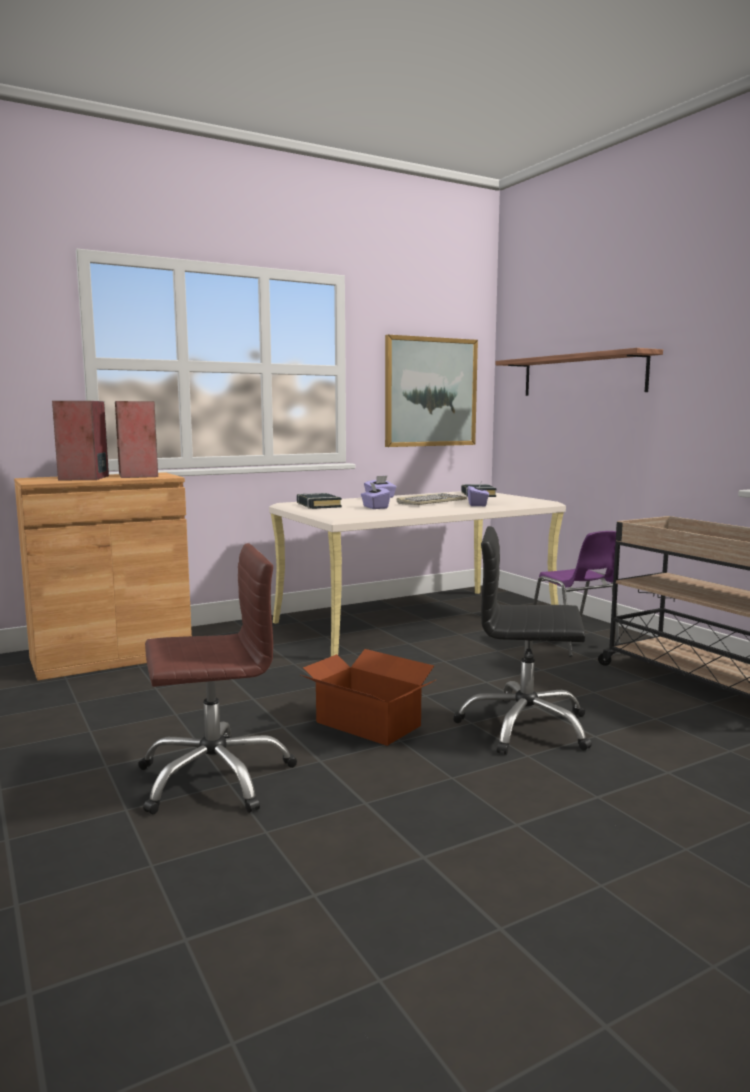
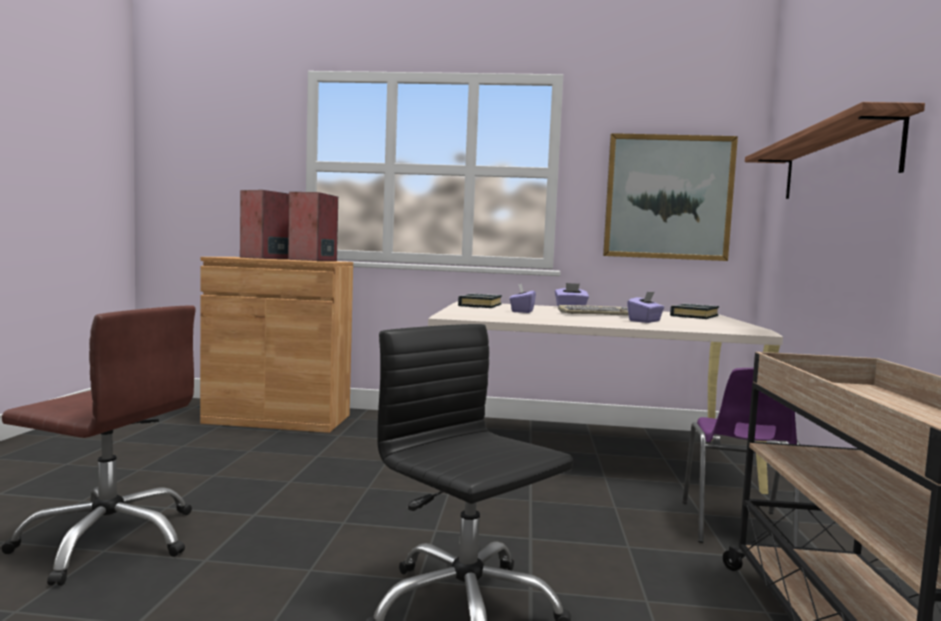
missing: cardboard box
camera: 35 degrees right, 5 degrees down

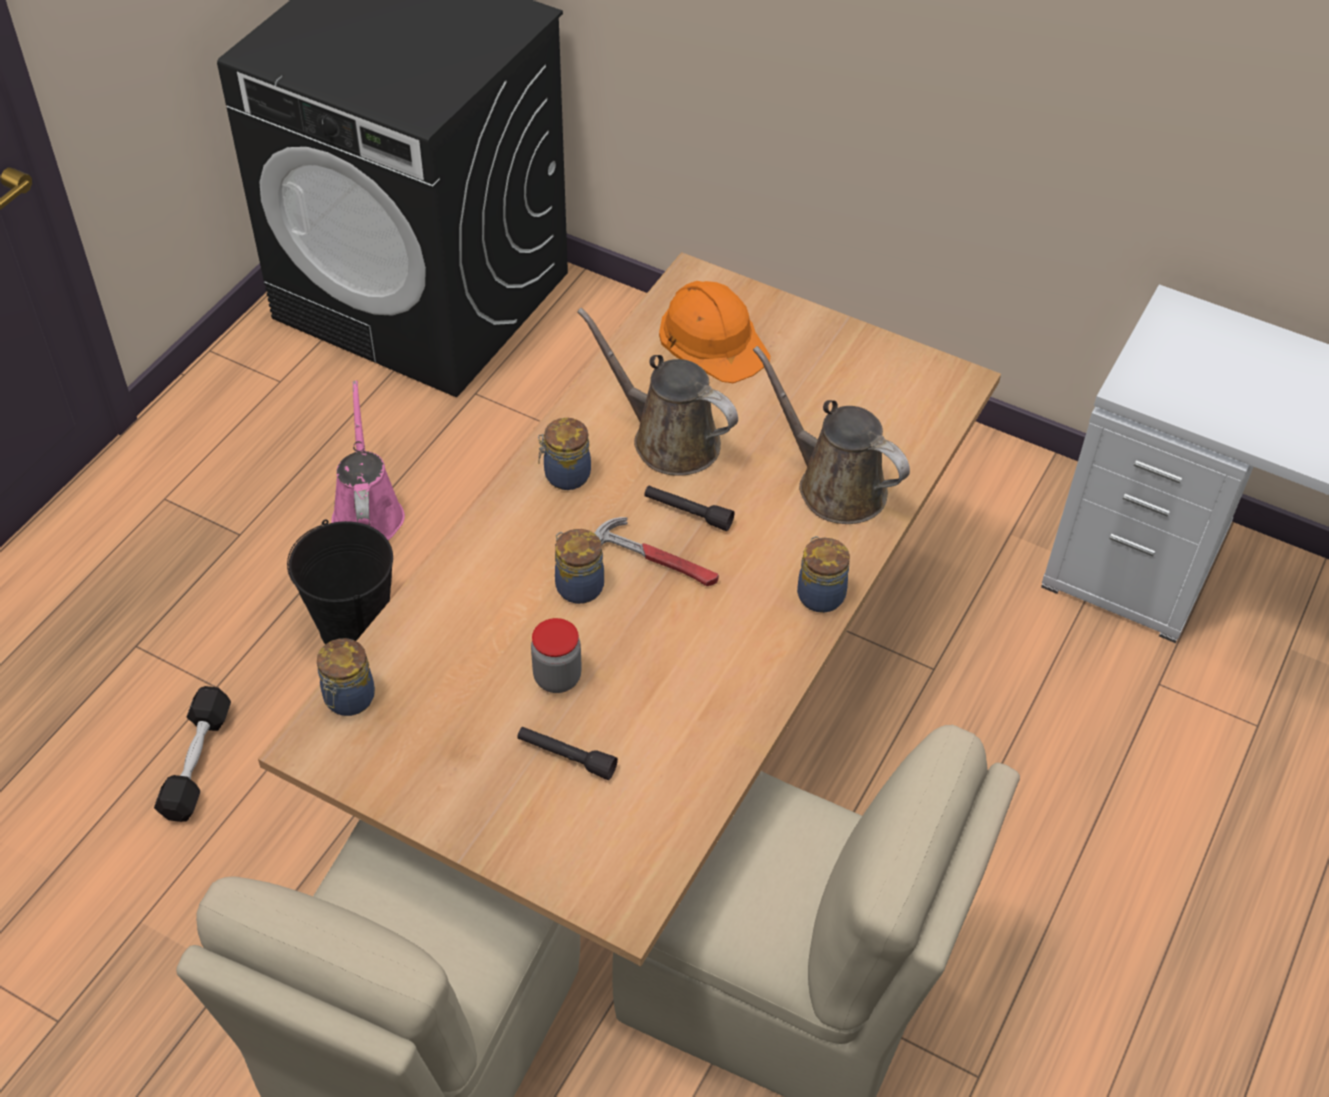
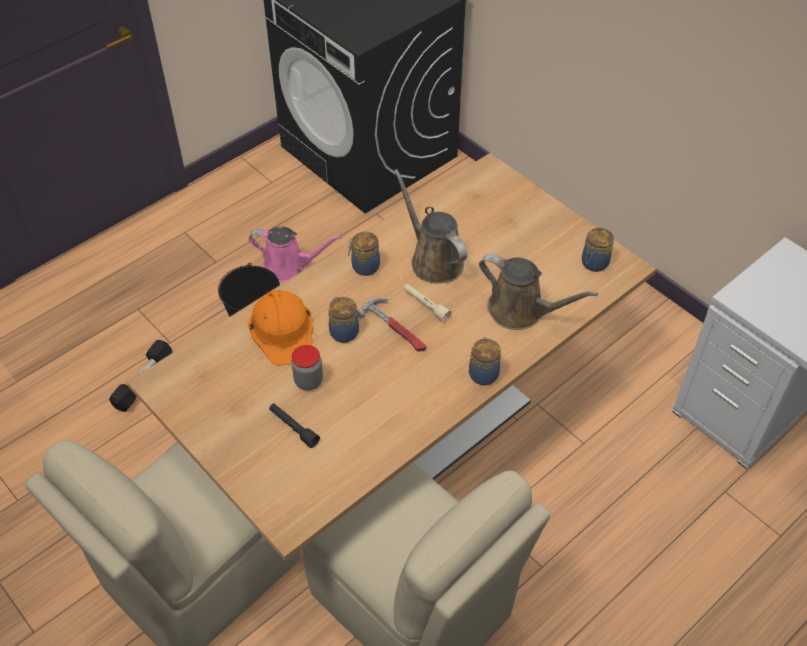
relocated: jar (no. 1 from left in the first image) to jar (no. 5 from left); hard hat (orange)
colour: flashlight (black) (no. 2 from left) to flashlight (beige)
spun: watering can (pink) 90 degrees clockwise; watering can (brown) (no. 2 from left) 150 degrees clockwise
camera: 20 degrees right, 0 degrees up

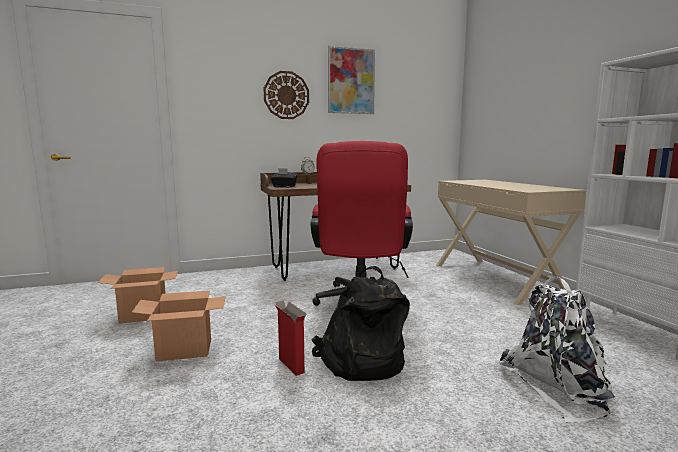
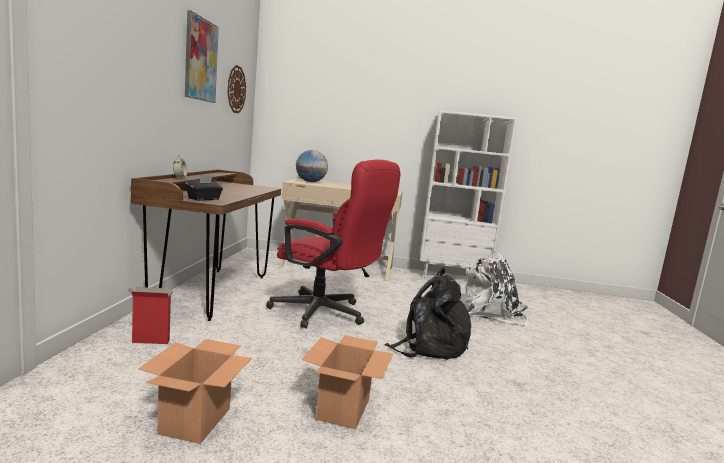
appeared: globe
relocated: wall clock; cardboard box (no. 3 from left in the first image) to cardboard box (no. 1 from left)
camera: 65 degrees left, 0 degrees up

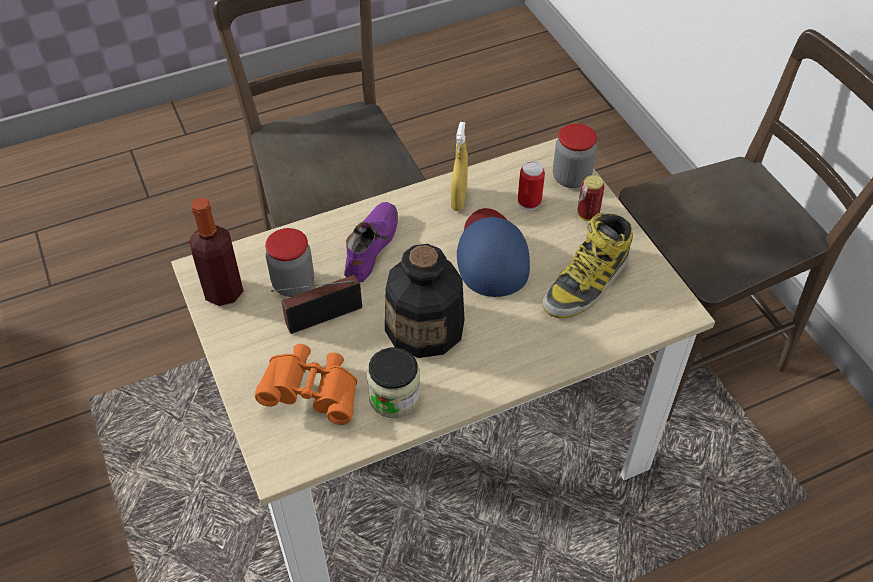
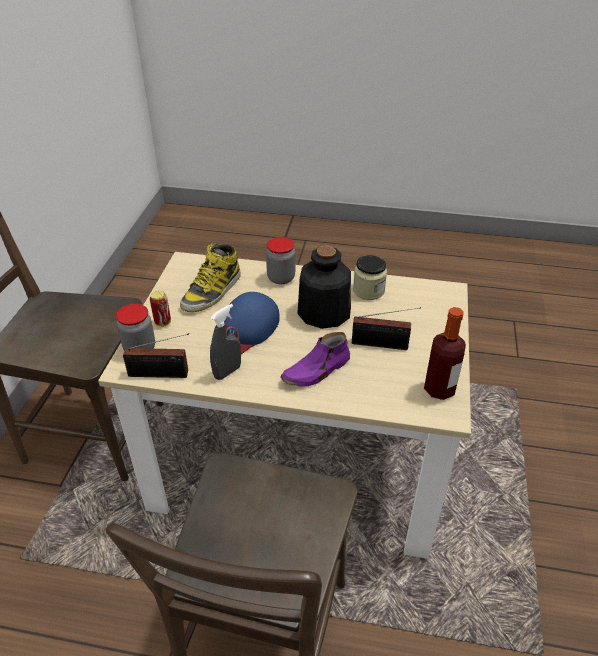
missing: binoculars (orange); can (no. 1 from left)
appeared: radio (no. 1 from left)
relocated: jar (no. 1 from left in the first image) to jar (no. 2 from left)
colour: spray bottle (yellow) to spray bottle (grey)
spun: boot 135 degrees clockwise
camera: 145 degrees left, 10 degrees down

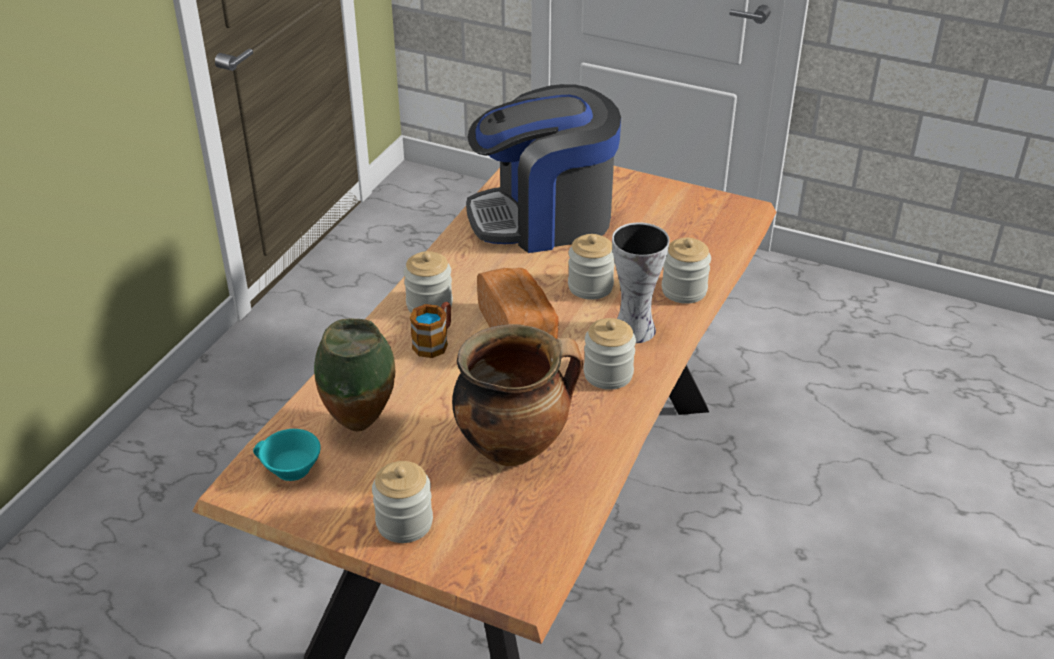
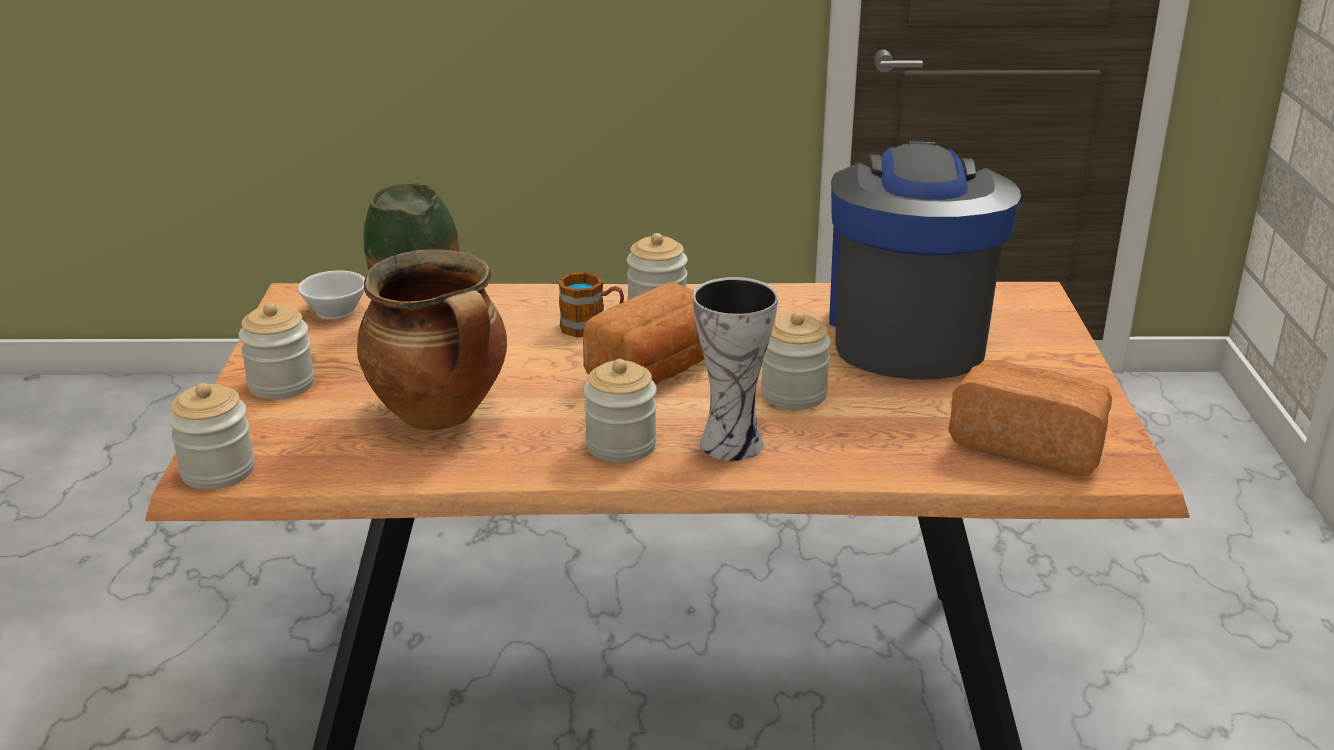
appeared: bread (no. 2 from left)
relocated: jar (no. 5 from left in the first image) to jar (no. 1 from left)
colour: cup (turquoise) to cup (white)
spun: coffee machine 45 degrees clockwise
camera: 65 degrees right, 10 degrees down

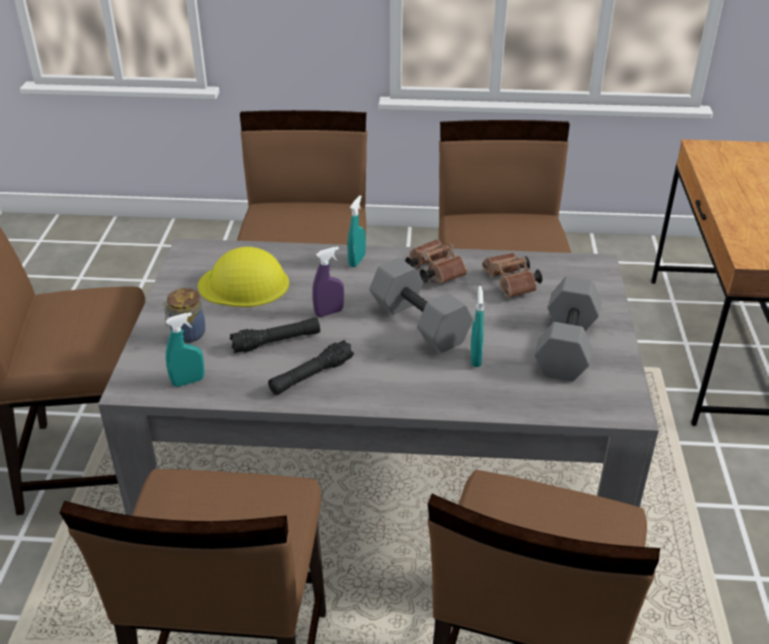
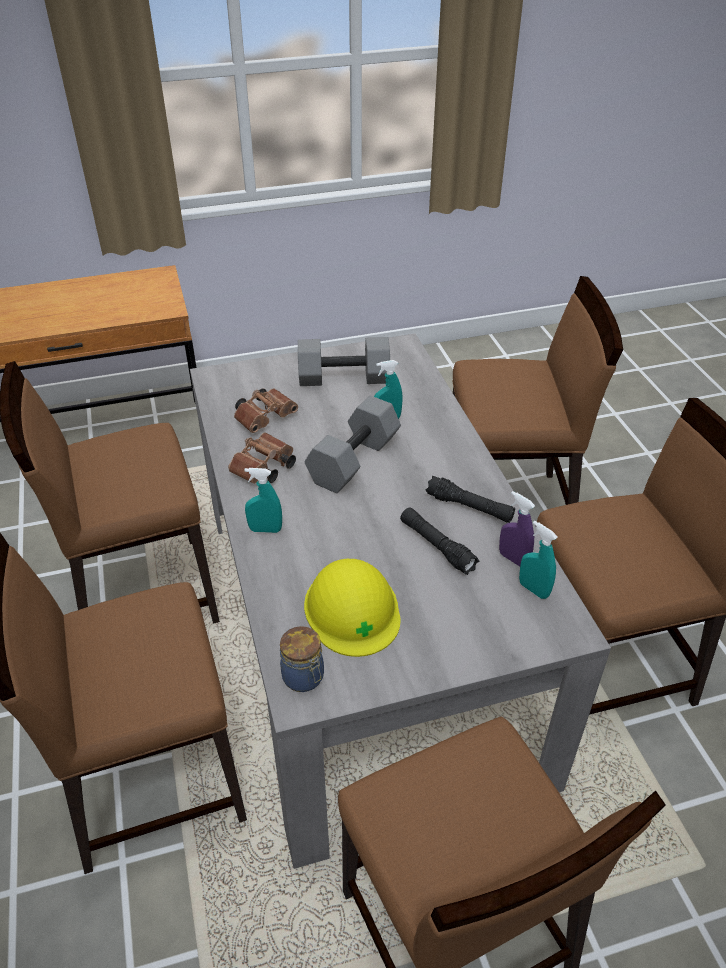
relocated: jar; spray bottle (purple)
camera: 110 degrees left, 5 degrees up

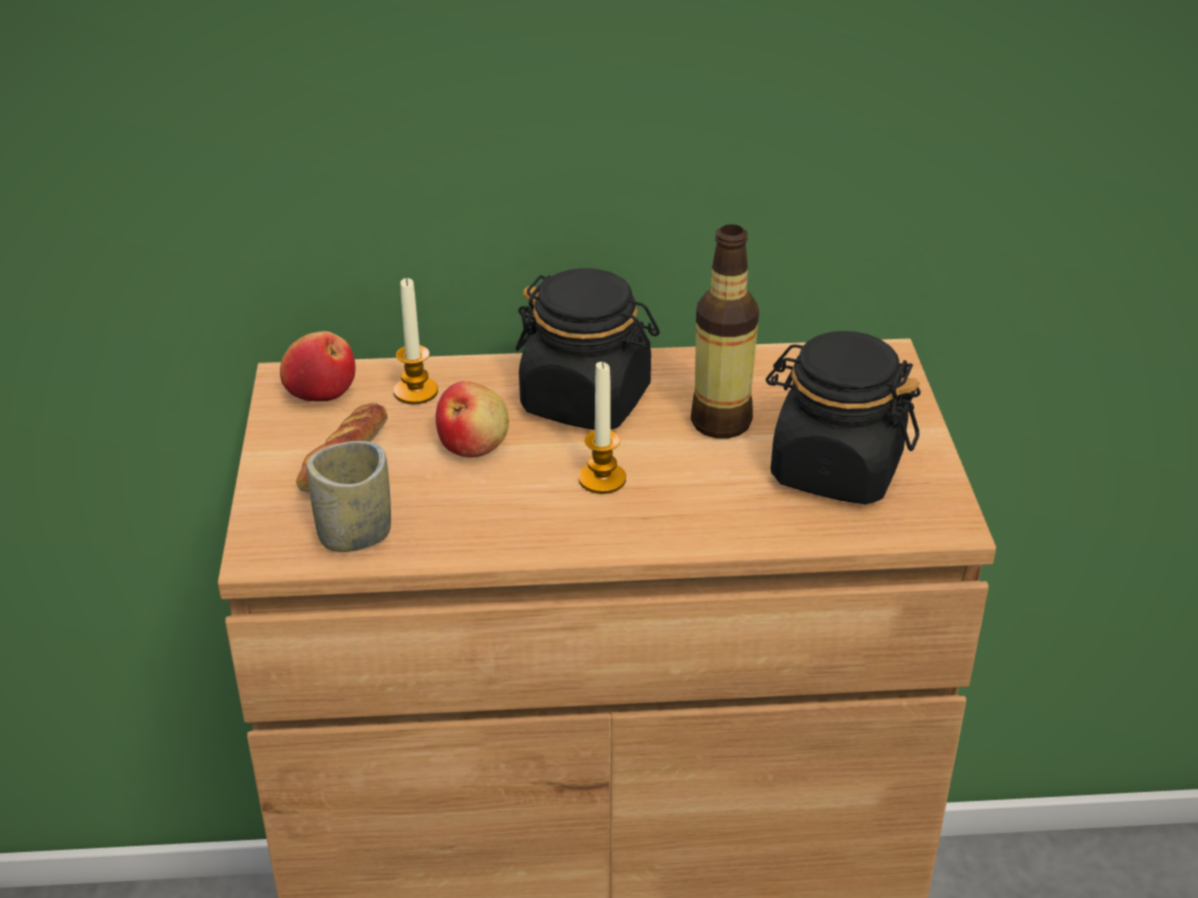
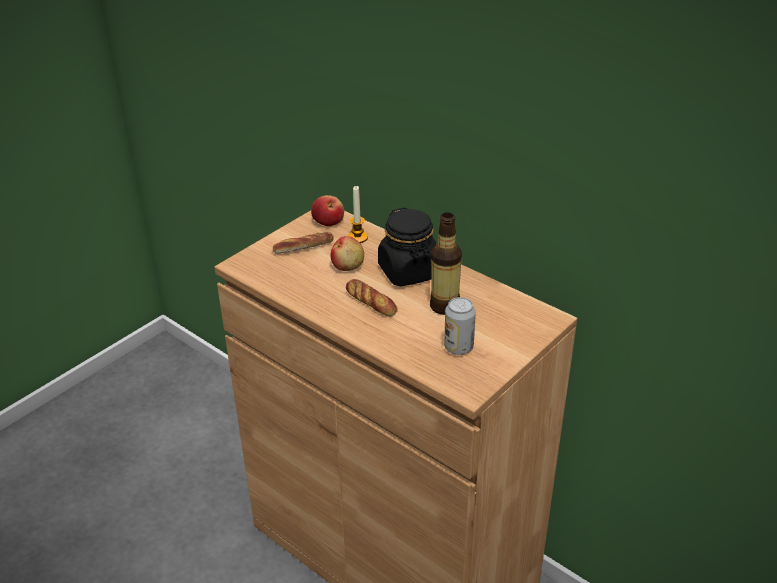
missing: cup
exchanged: candle (no. 2 from left) to bread (no. 2 from left); jar (black) (no. 2 from left) to can
camera: 45 degrees right, 0 degrees up

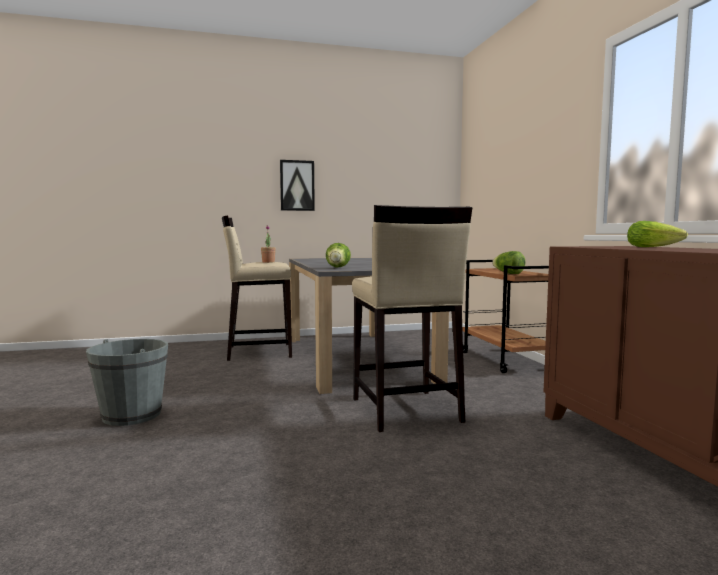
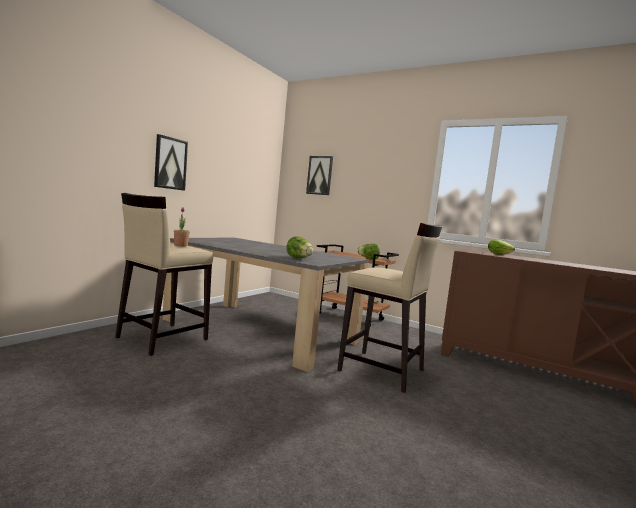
missing: bucket (grey)
appeared: picture (no. 2 from left)
camera: 45 degrees left, 0 degrees up

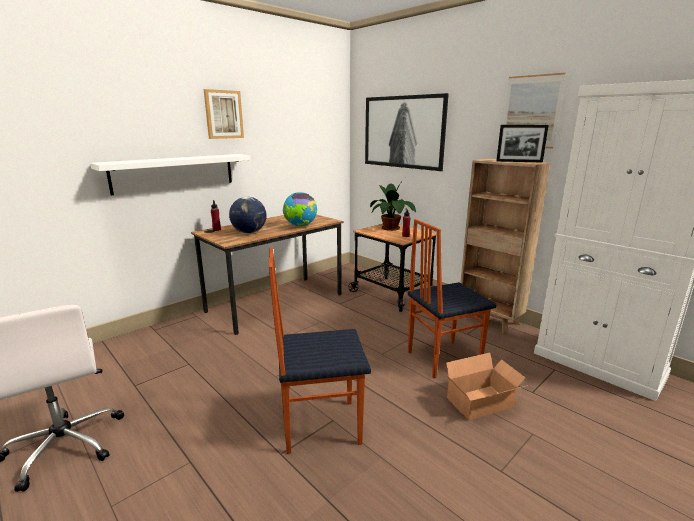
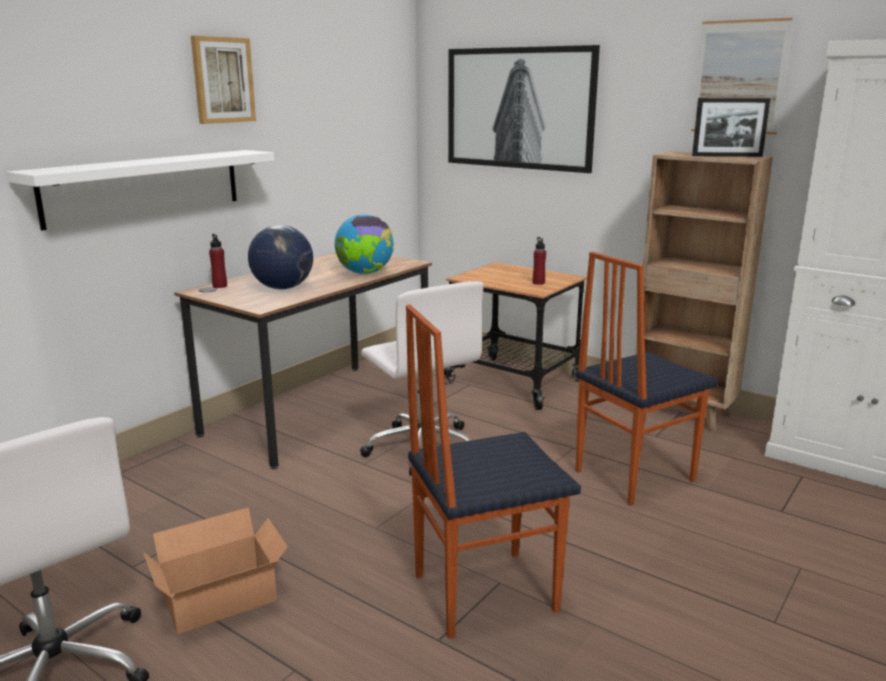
missing: potted plant
appeared: office chair (white) (no. 2 from left)
relocated: cardboard box
camera: 10 degrees left, 0 degrees up

